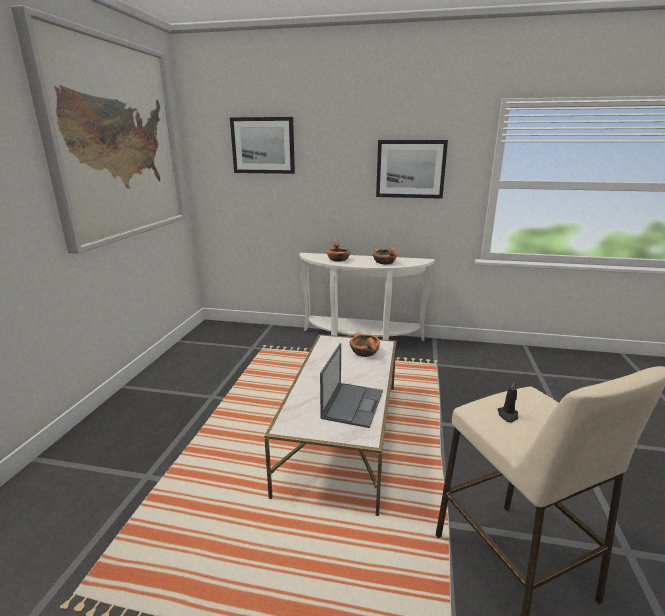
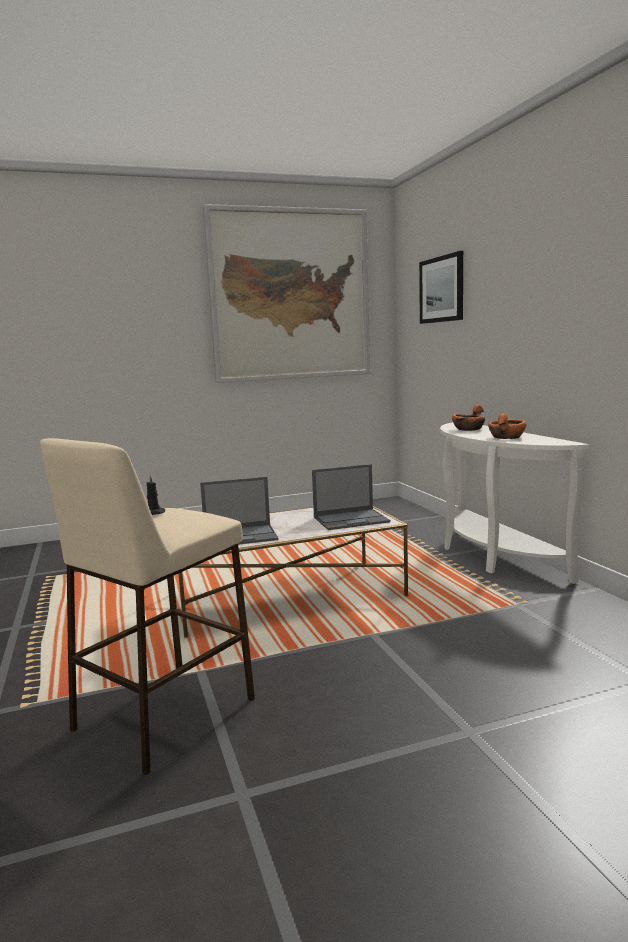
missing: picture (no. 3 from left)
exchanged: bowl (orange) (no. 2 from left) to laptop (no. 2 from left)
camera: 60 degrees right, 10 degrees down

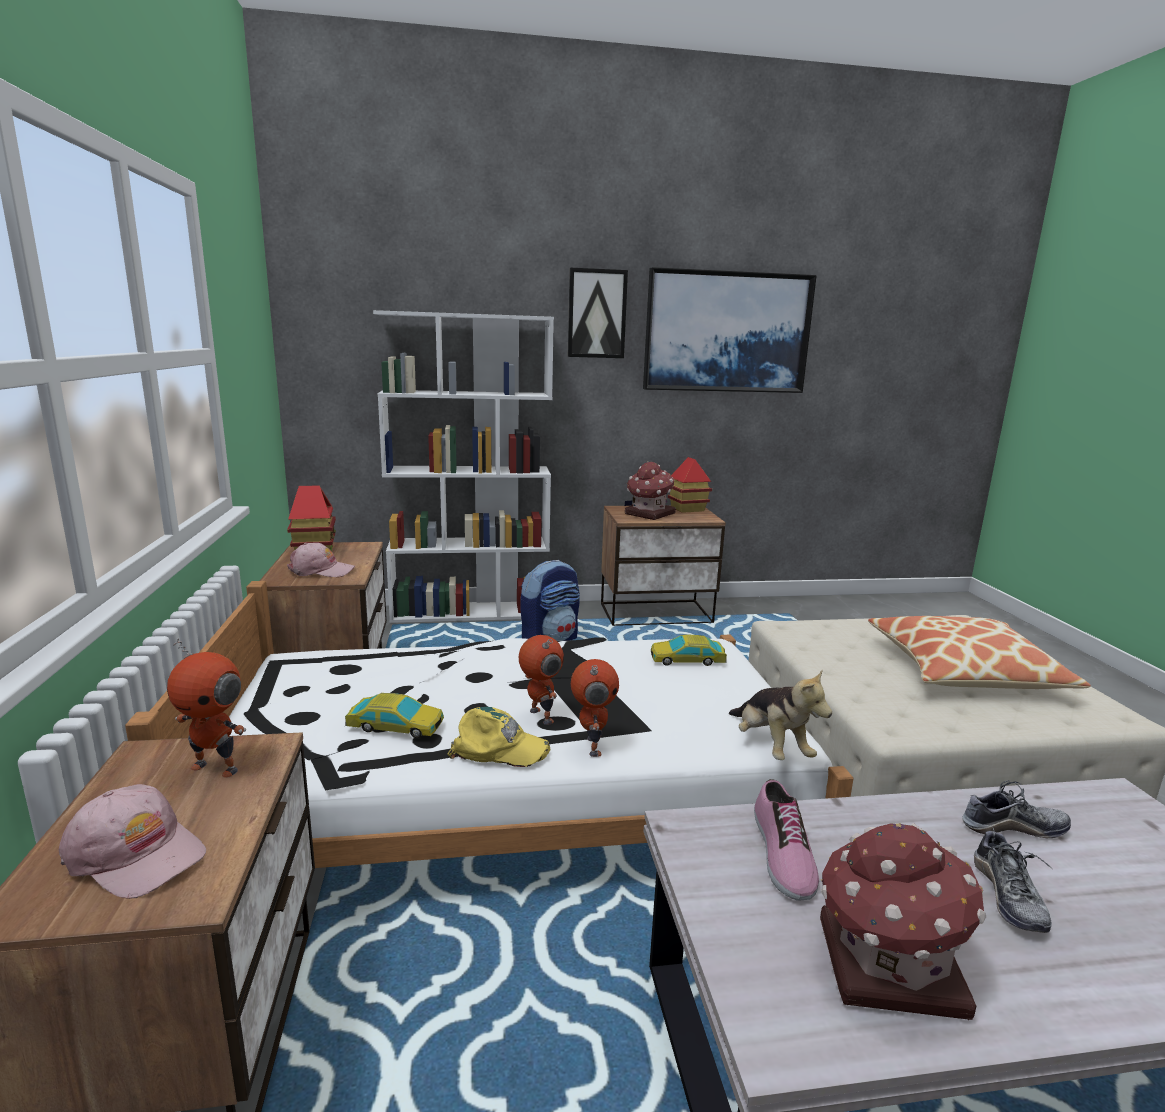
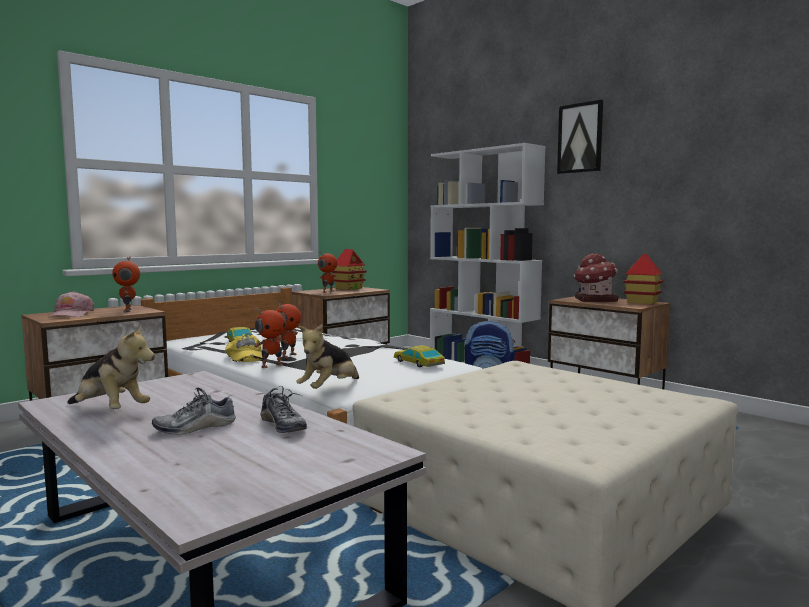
missing: picture (no. 2 from left); shoe (no. 1 from left); pillow
exchanged: cap (pink) (no. 2 from left) to toy robot (no. 4 from left); toy house (no. 4 from left) to plush toy (no. 1 from left)
camera: 55 degrees right, 10 degrees down

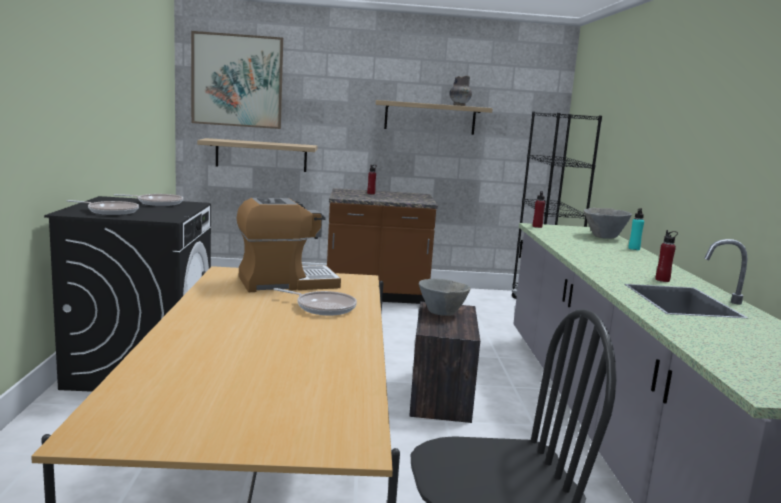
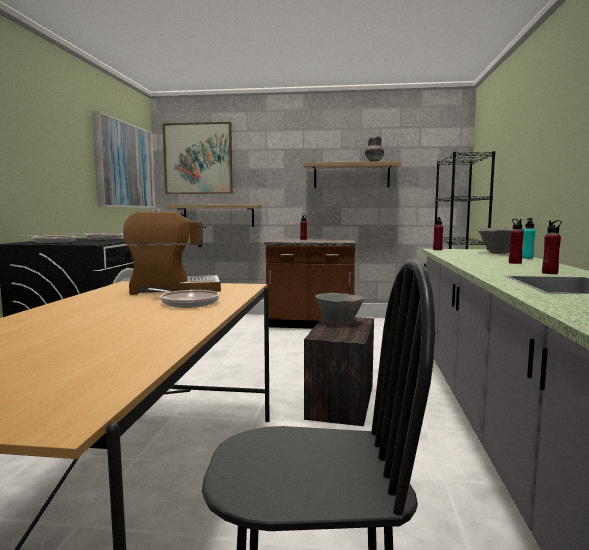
appeared: picture (no. 1 from left); bottle (red) (no. 3 from left)
camera: 10 degrees right, 5 degrees down

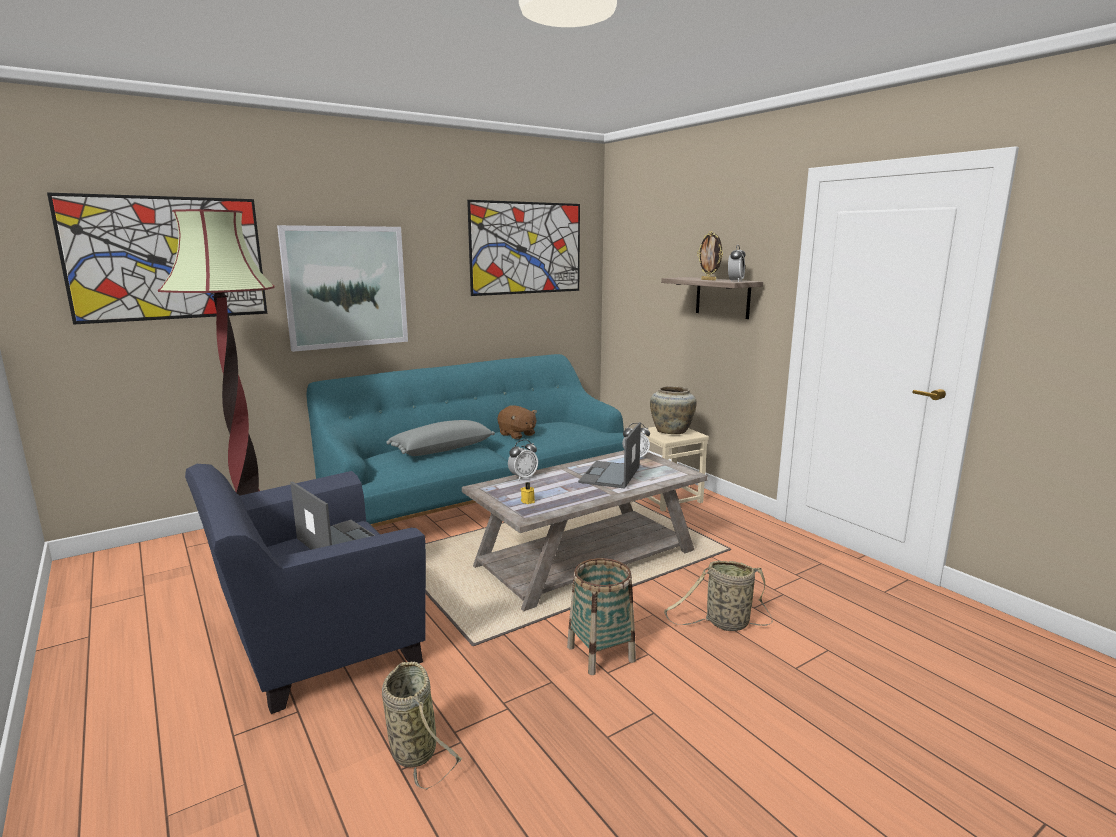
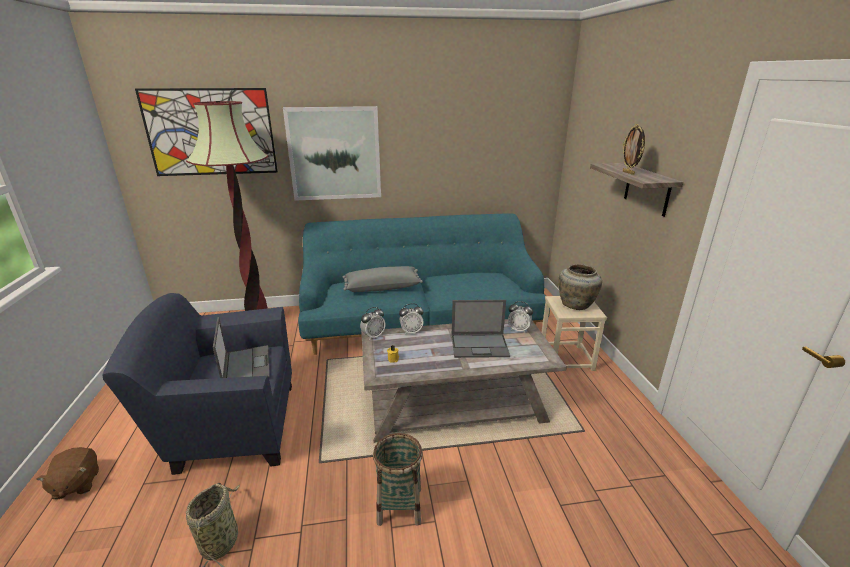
missing: picture (no. 3 from left); basket (no. 3 from left)
relocated: plush toy (brown); alarm clock (no. 3 from left in the first image) to alarm clock (no. 1 from left)
spun: laptop (no. 2 from left) 135 degrees counterclockwise
camera: 25 degrees right, 10 degrees up

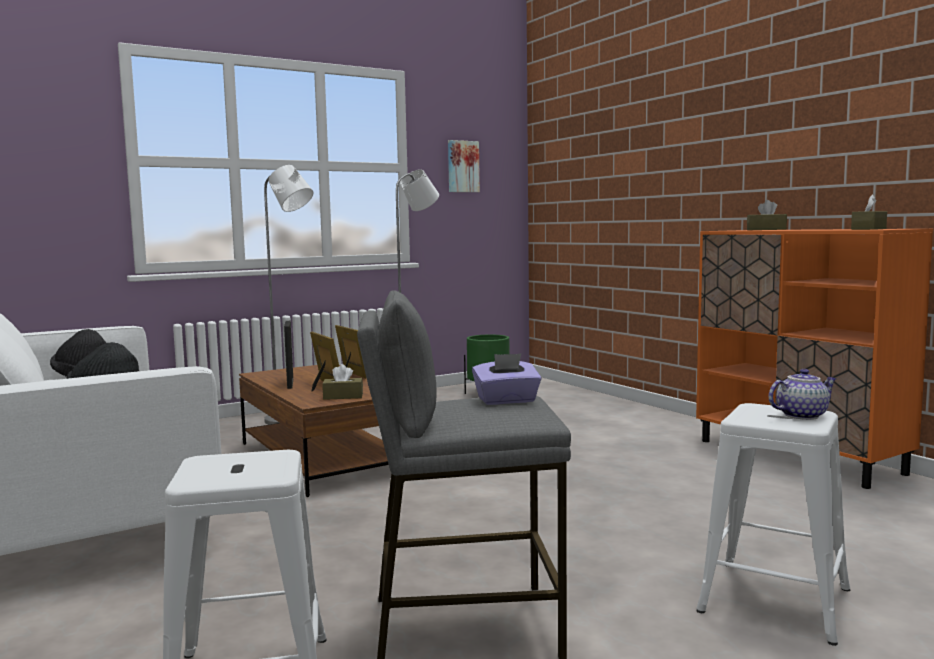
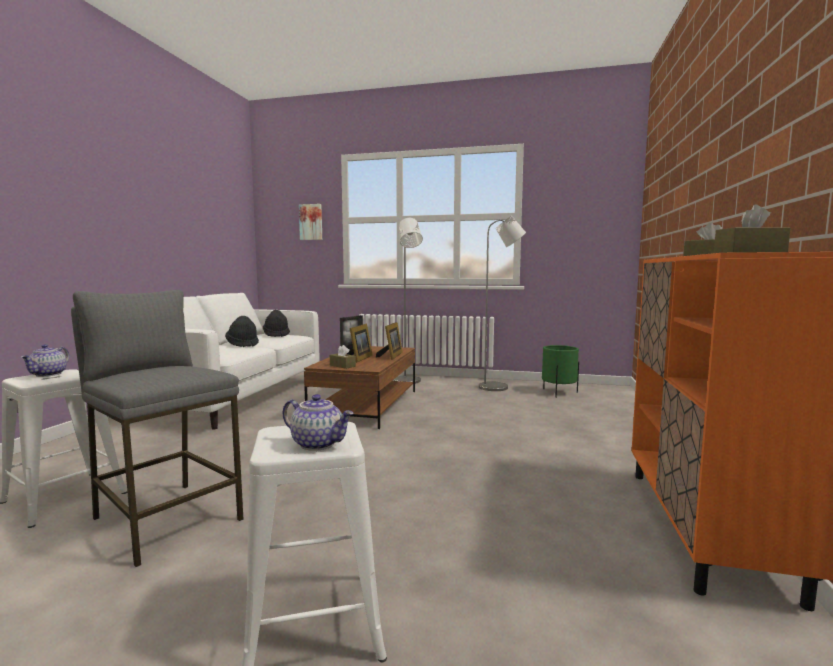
missing: tissue box (purple)
appeared: teapot (no. 1 from left)
relocated: picture
camera: 45 degrees right, 0 degrees up

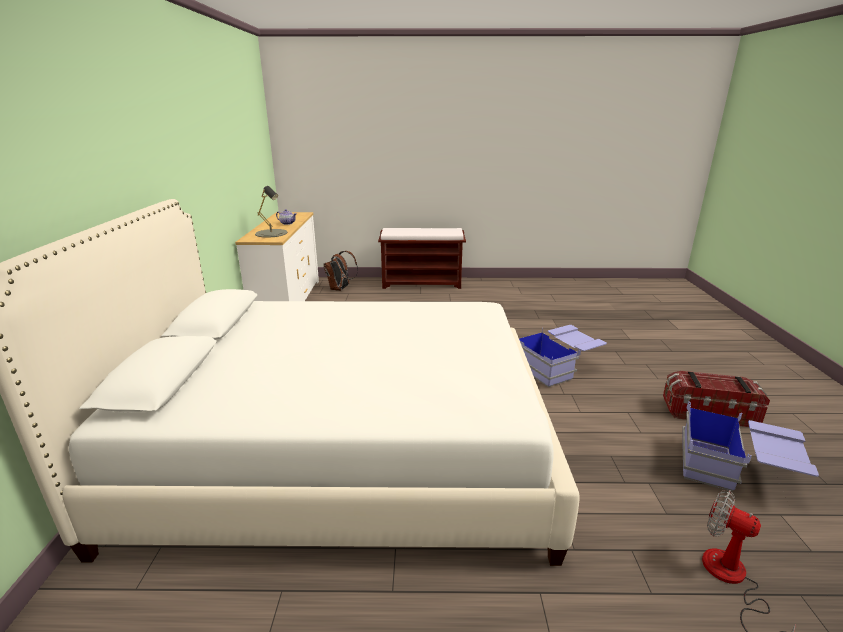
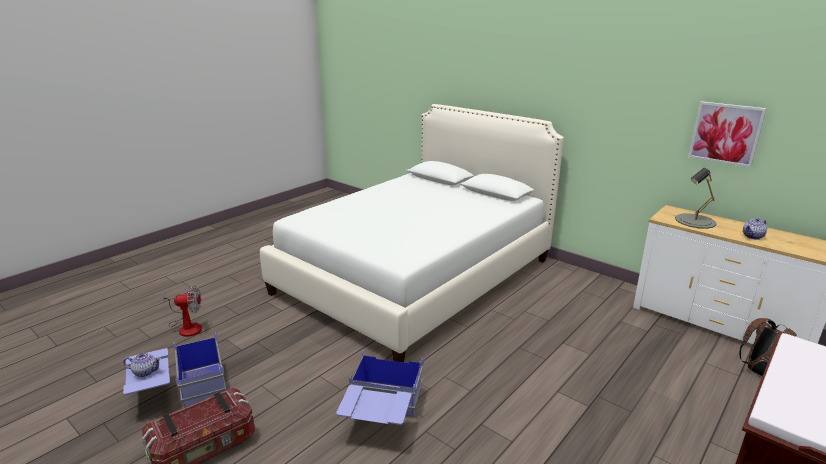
appeared: teapot (no. 1 from left); picture
camera: 130 degrees right, 0 degrees up

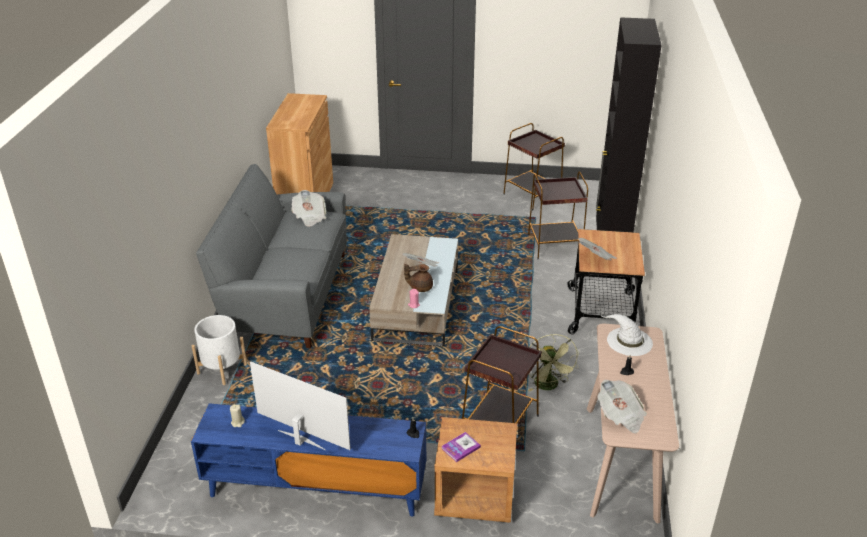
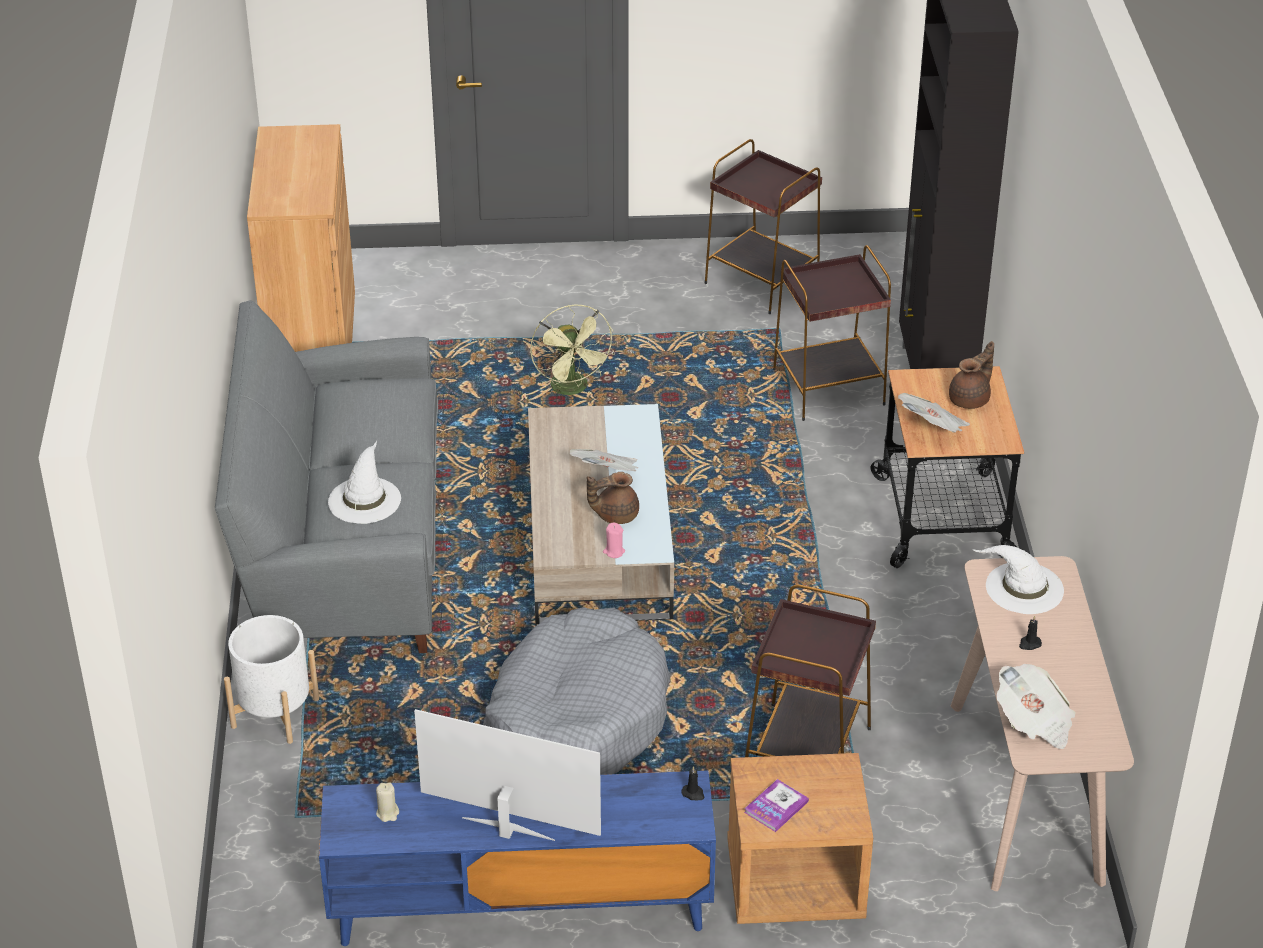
missing: newspaper (no. 1 from left)
appeared: hat (white) (no. 1 from left); dog bed (grey); teapot (brown) (no. 2 from left)
relocated: fan (green)
camera: 10 degrees left, 5 degrees up

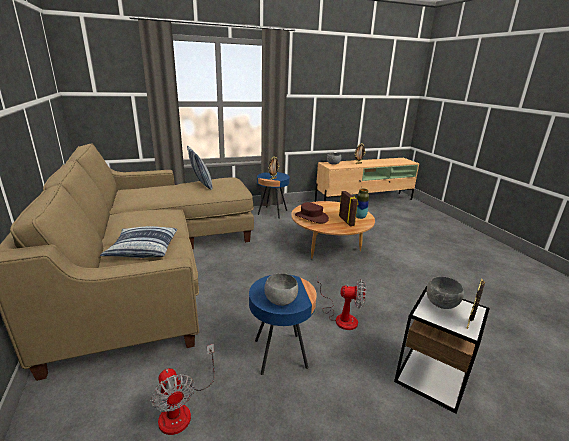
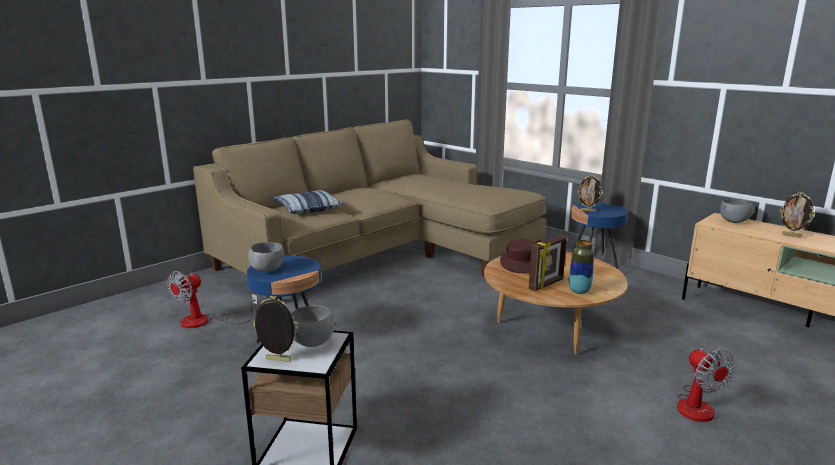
missing: pillow (no. 2 from left)
relocated: fan (no. 2 from left)
camera: 65 degrees right, 5 degrees down

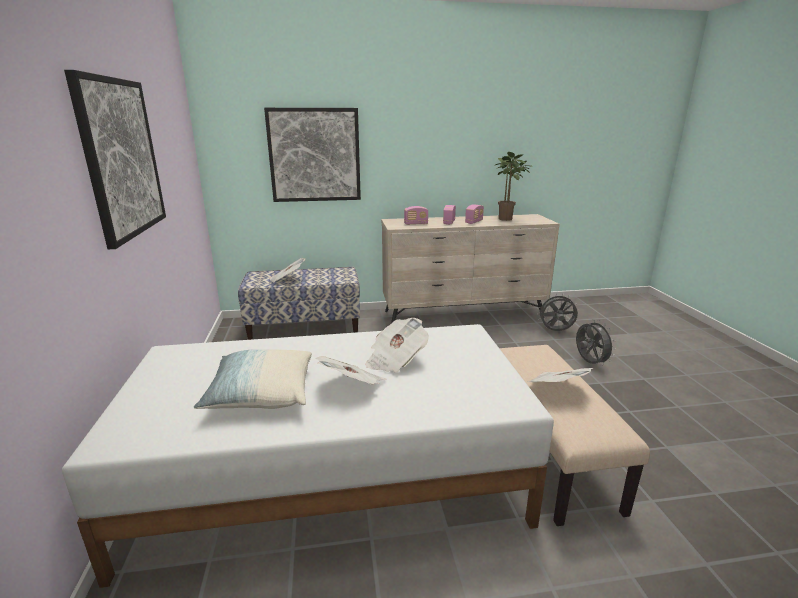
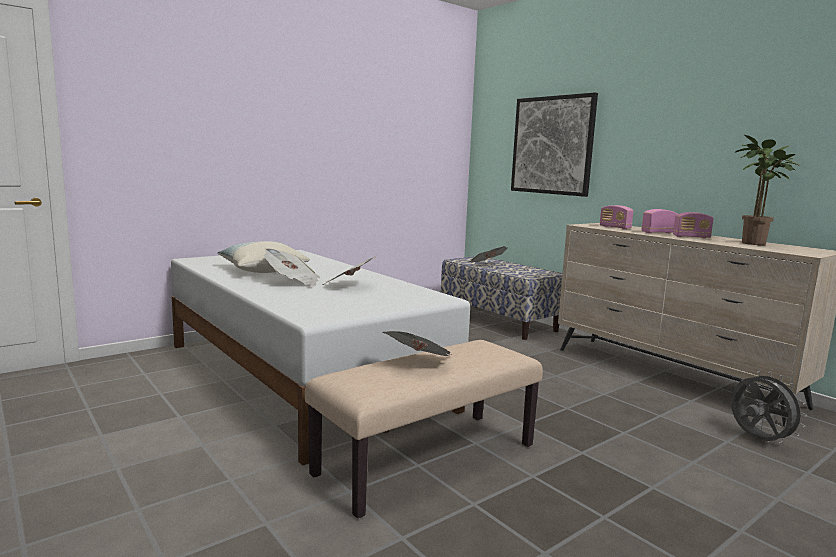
missing: picture (no. 1 from left); fan (grey) (no. 2 from left)
camera: 60 degrees right, 10 degrees down

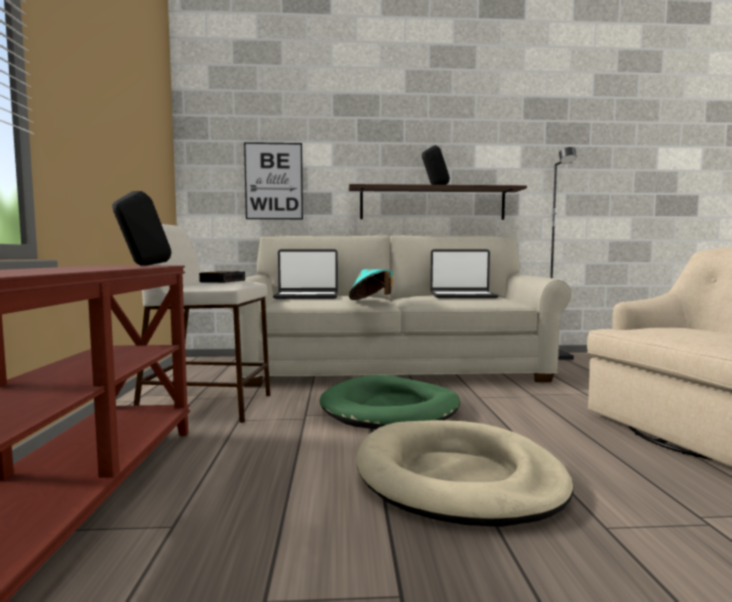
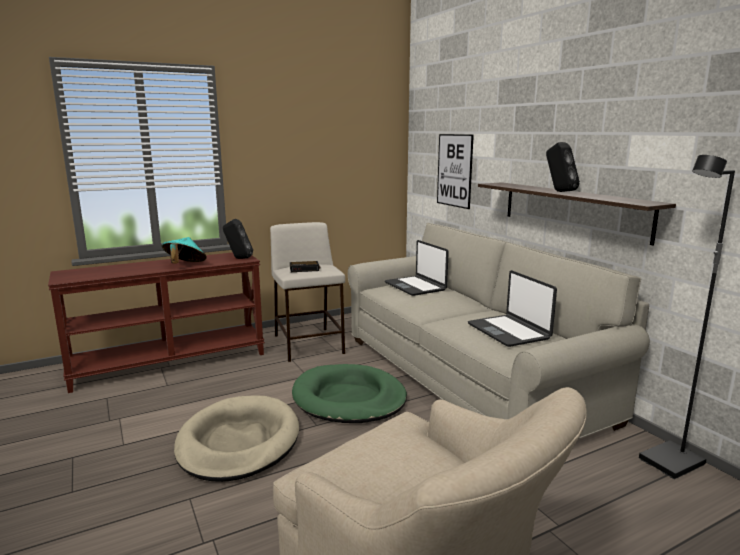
relocated: hat (turquoise)
camera: 65 degrees right, 10 degrees up

